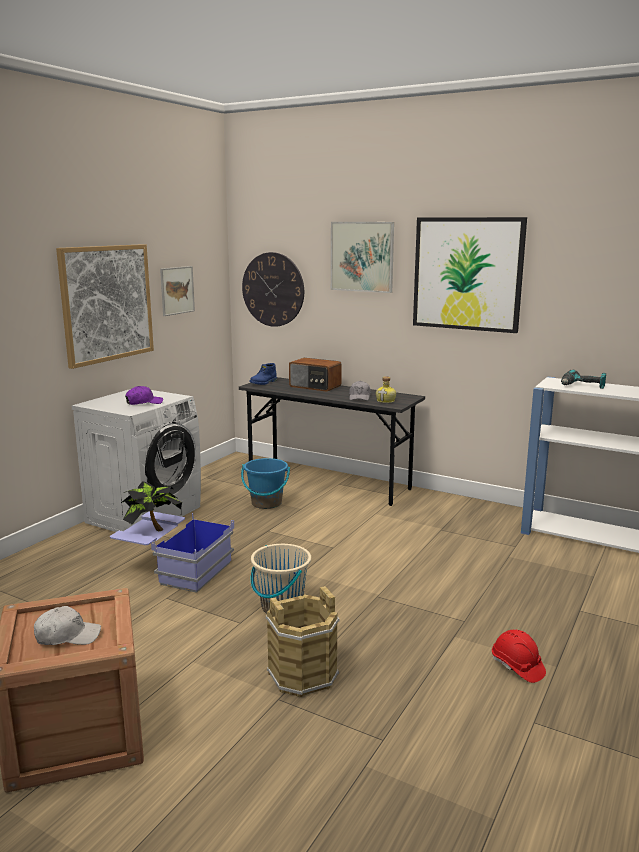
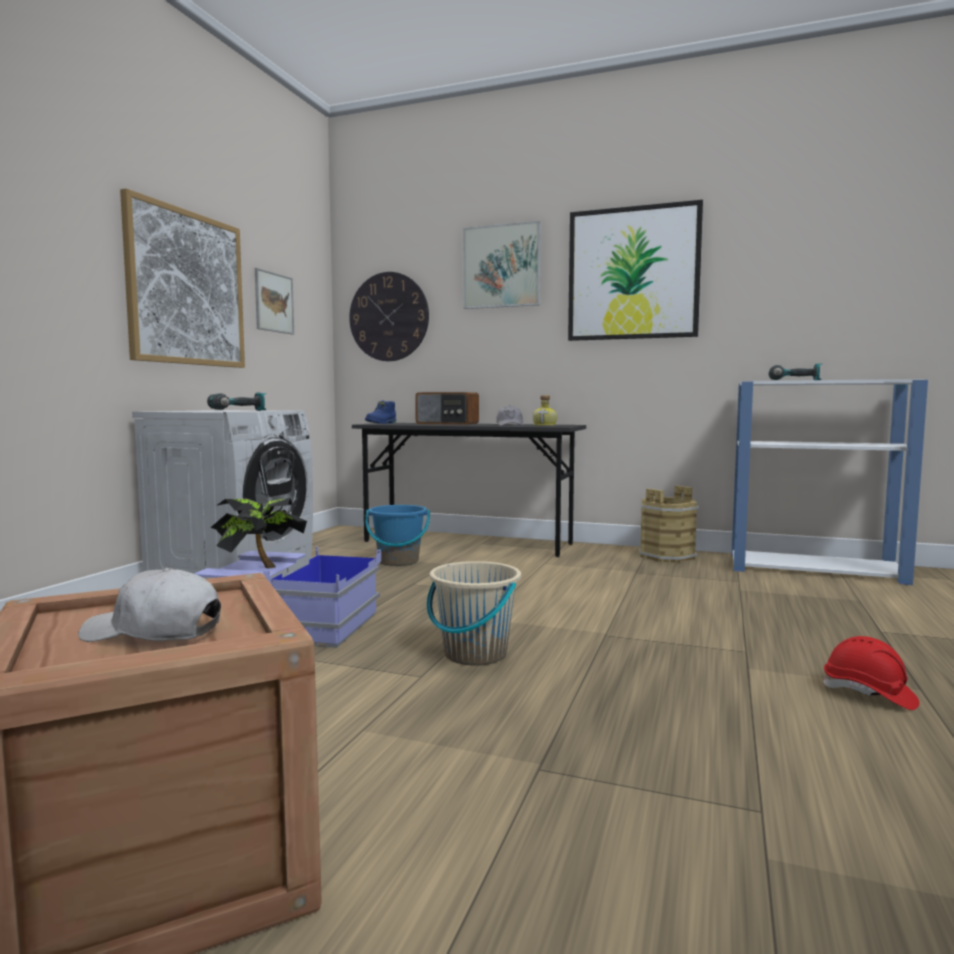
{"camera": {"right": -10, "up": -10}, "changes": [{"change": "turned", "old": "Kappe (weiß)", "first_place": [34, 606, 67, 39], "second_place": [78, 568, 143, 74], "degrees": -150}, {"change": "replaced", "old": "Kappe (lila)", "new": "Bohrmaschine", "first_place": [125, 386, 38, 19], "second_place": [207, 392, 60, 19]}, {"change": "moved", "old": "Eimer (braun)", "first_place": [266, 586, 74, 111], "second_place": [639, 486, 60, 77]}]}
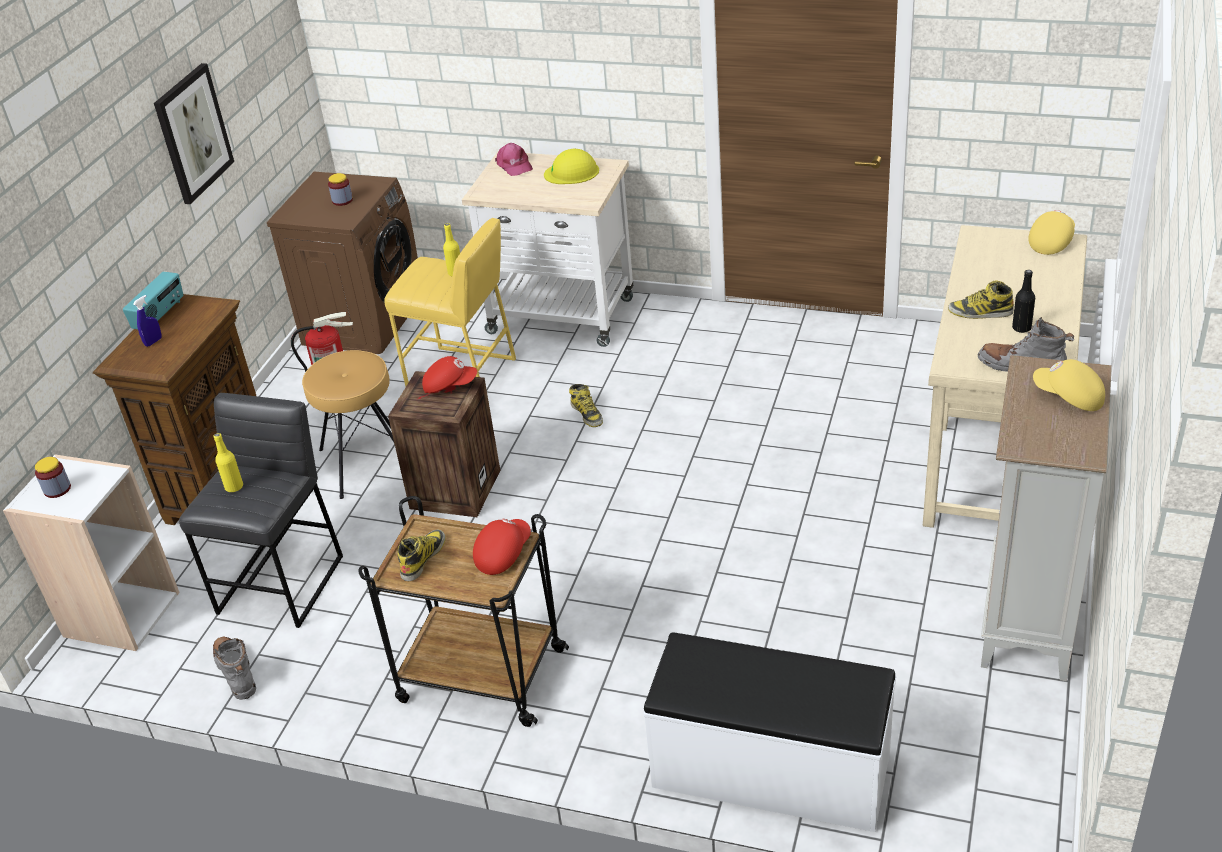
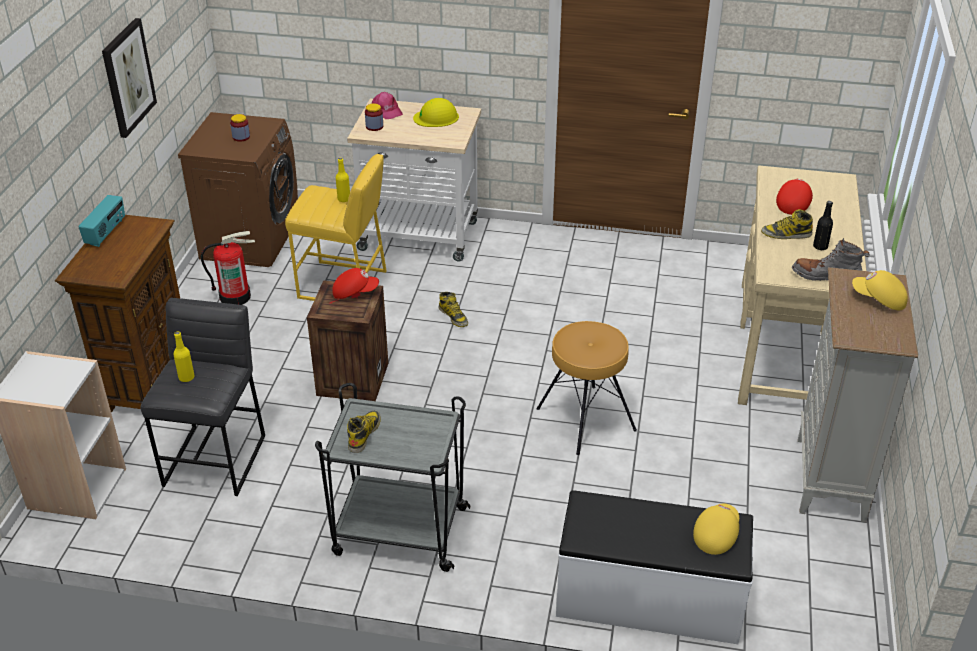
{"camera": {"right": -10, "up": 0}, "changes": [{"change": "moved", "old": "Vorratsglas", "first_place": [35, 457, 36, 41], "second_place": [365, 103, 18, 28]}, {"change": "removed", "old": "Sprühflasche (blau)", "first_place": [133, 295, 29, 52]}, {"change": "removed", "old": "Stiefel (grau)", "first_place": [213, 636, 43, 64]}, {"change": "moved", "old": "Hocker (braun)", "first_place": [302, 350, 92, 149], "second_place": [536, 321, 101, 134]}, {"change": "recoloured", "old": "Rollwagen (braun)", "new": "Rollwagen (grau)", "first_place": [358, 496, 211, 231], "second_place": [315, 383, 155, 189]}, {"change": "moved", "old": "Kappe (rot)", "first_place": [473, 519, 58, 56], "second_place": [776, 179, 37, 36]}, {"change": "moved", "old": "Kappe (gelb)", "first_place": [1029, 210, 46, 45], "second_place": [693, 504, 46, 51]}]}
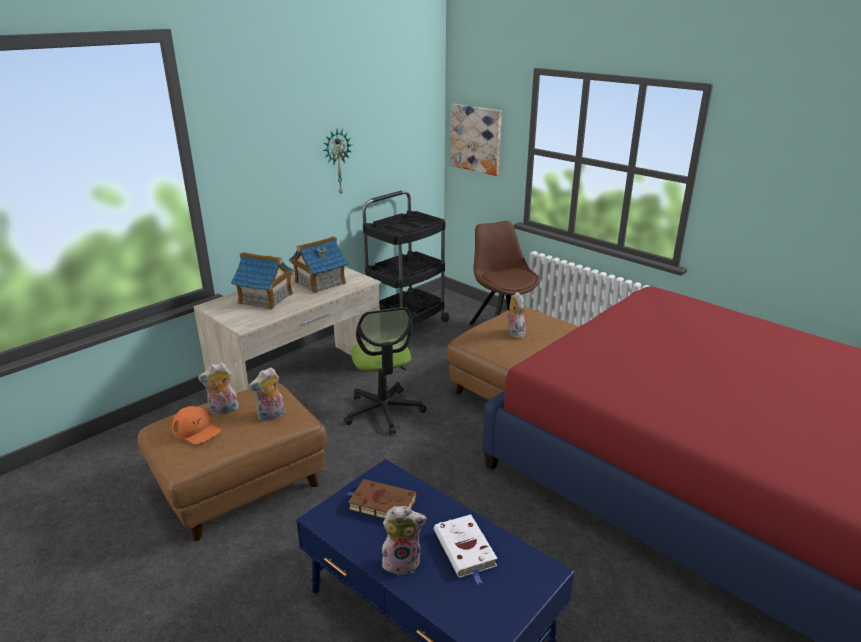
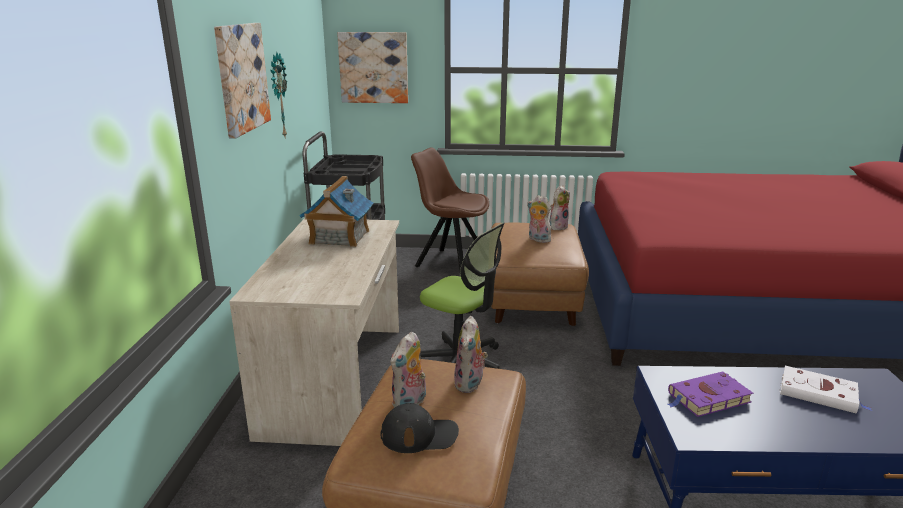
{"camera": {"right": -40, "up": -5}, "changes": [{"change": "recoloured", "old": "Kappe (orange)", "new": "Kappe (schwarz)", "first_place": [172, 406, 49, 38], "second_place": [380, 403, 79, 50]}, {"change": "removed", "old": "Spielzeughaus", "first_place": [231, 252, 63, 58]}, {"change": "recoloured", "old": "Buch (braun)", "new": "Buch (lila)", "first_place": [346, 479, 71, 40], "second_place": [667, 371, 86, 46]}, {"change": "moved", "old": "Plüschtier", "first_place": [380, 506, 47, 70], "second_place": [549, 185, 21, 45]}, {"change": "added", "new": "Bild", "second_place": [214, 23, 57, 116]}]}
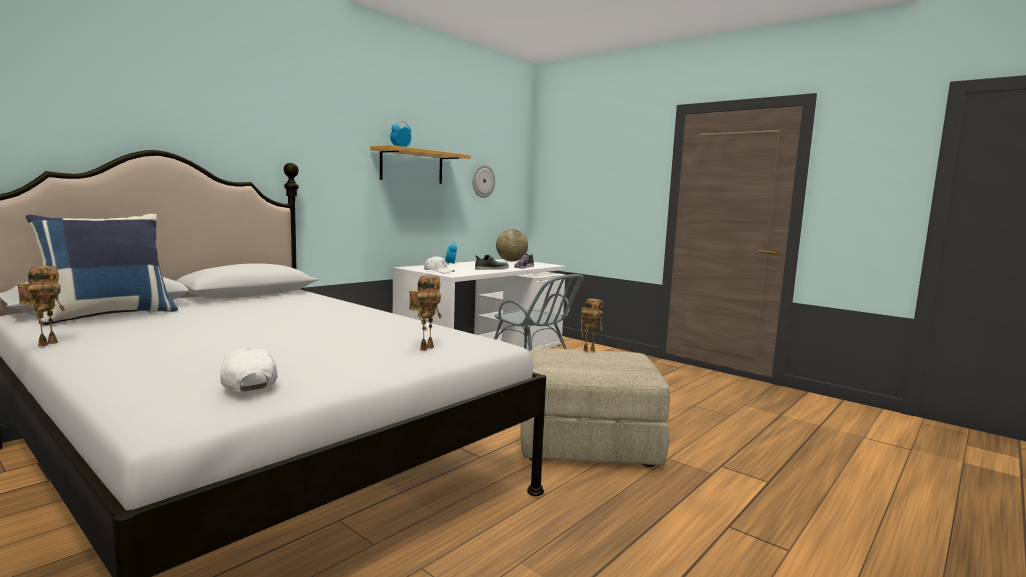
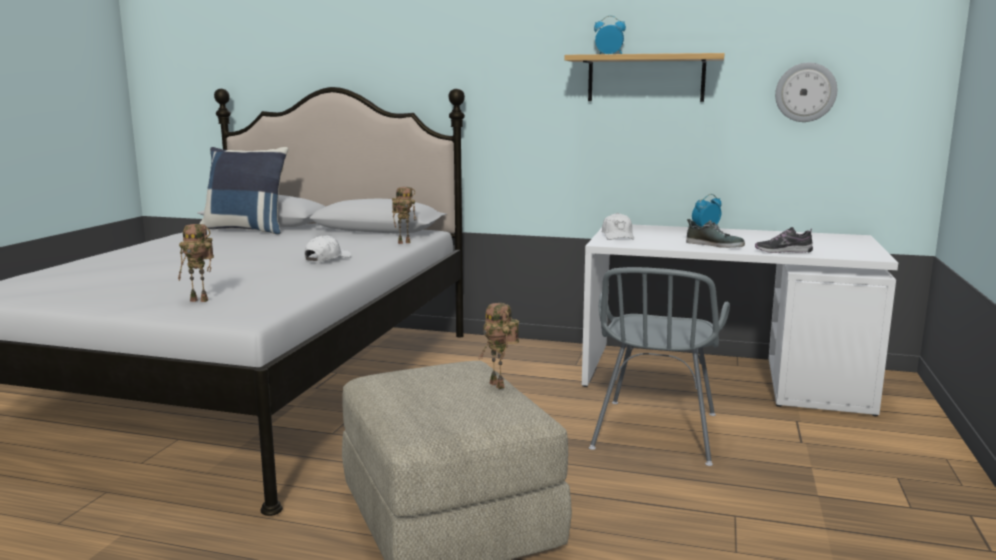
{"camera": {"right": 65, "up": 5}, "changes": [{"change": "moved", "old": "Spielzeugroboter", "first_place": [17, 266, 48, 81], "second_place": [392, 187, 25, 57]}, {"change": "moved", "old": "Kappe (weiß)", "first_place": [220, 347, 58, 45], "second_place": [304, 235, 47, 26]}, {"change": "removed", "old": "Globus", "first_place": [496, 229, 32, 32]}]}
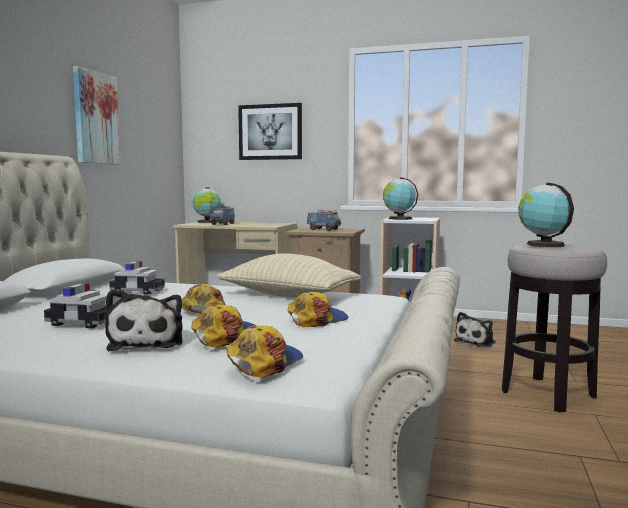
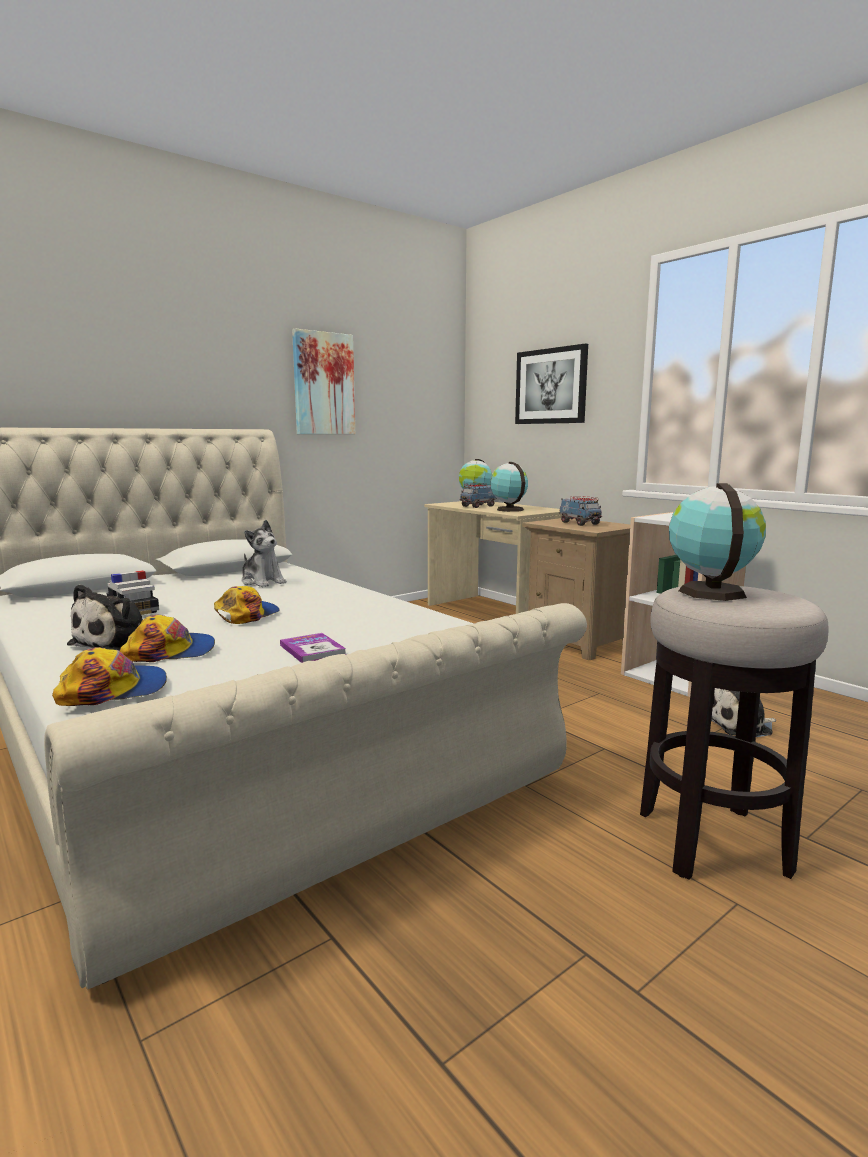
{"camera": {"right": 35, "up": 5}, "changes": [{"change": "replaced", "old": "Spielzeugauto", "new": "Plüschtier", "first_place": [109, 261, 56, 34], "second_place": [241, 520, 46, 67]}, {"change": "removed", "old": "Kissen (beige)", "first_place": [216, 253, 146, 45]}, {"change": "replaced", "old": "Kappe", "new": "Buch", "first_place": [287, 292, 61, 35], "second_place": [280, 633, 66, 30]}, {"change": "moved", "old": "Globus", "first_place": [383, 177, 35, 43], "second_place": [491, 462, 37, 50]}]}
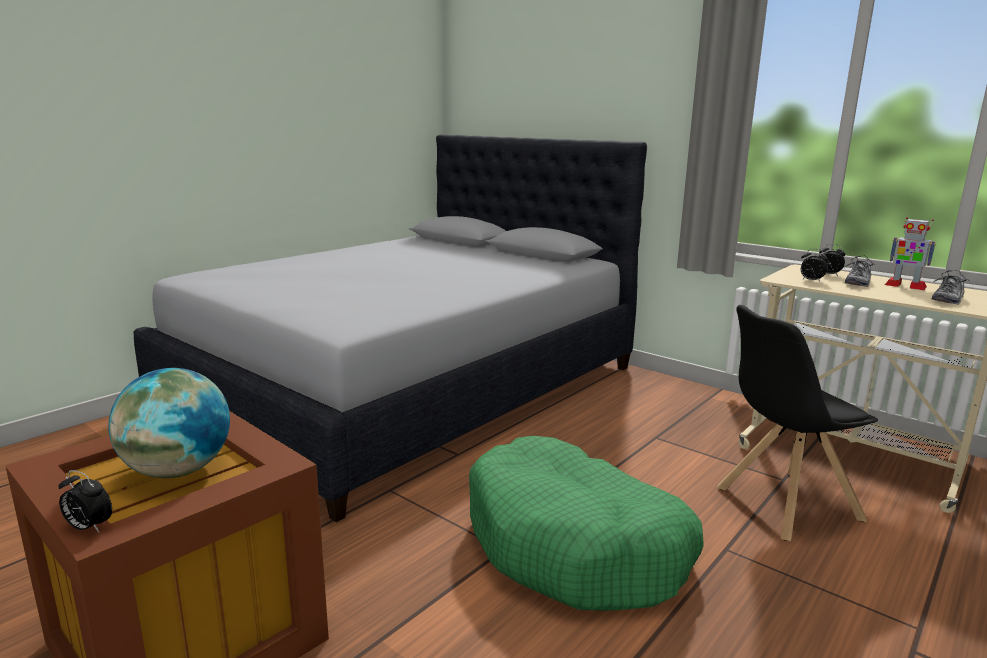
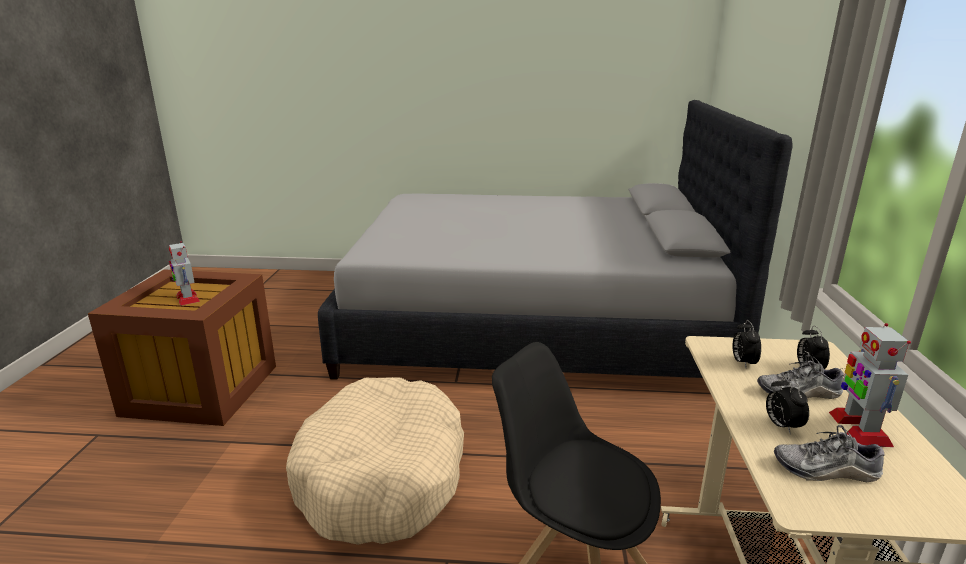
{"camera": {"right": 55, "up": 5}, "changes": [{"change": "moved", "old": "Wecker", "first_place": [58, 470, 54, 62], "second_place": [766, 376, 43, 59]}, {"change": "replaced", "old": "Globus", "new": "Spielzeugroboter", "first_place": [109, 368, 121, 110], "second_place": [169, 241, 31, 65]}, {"change": "recoloured", "old": "Hundebett (grün)", "new": "Hundebett (beige)", "first_place": [469, 436, 235, 175], "second_place": [286, 377, 178, 168]}]}
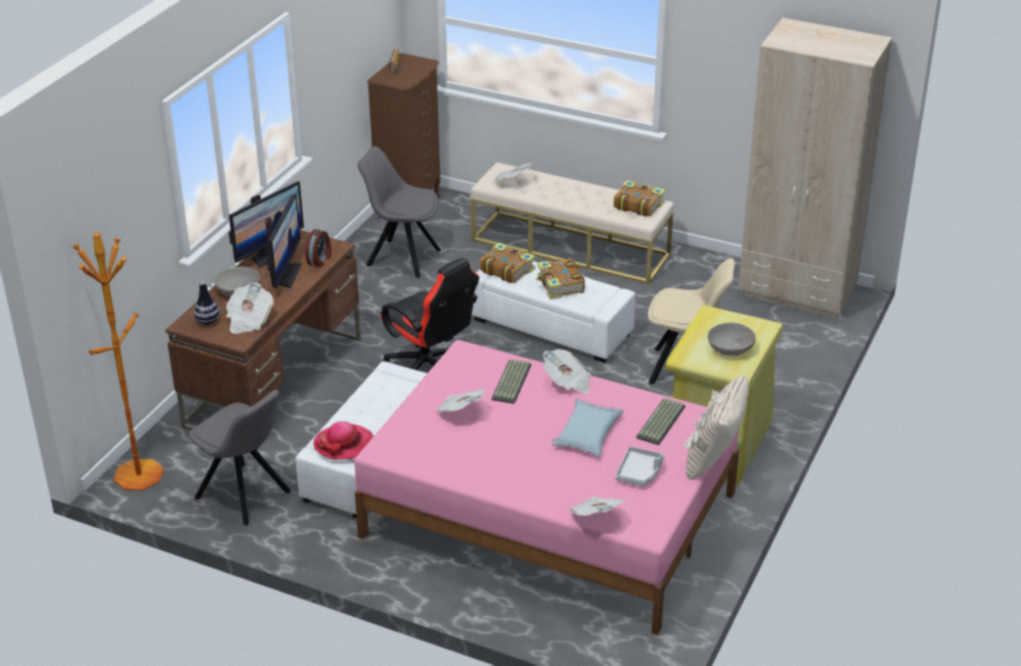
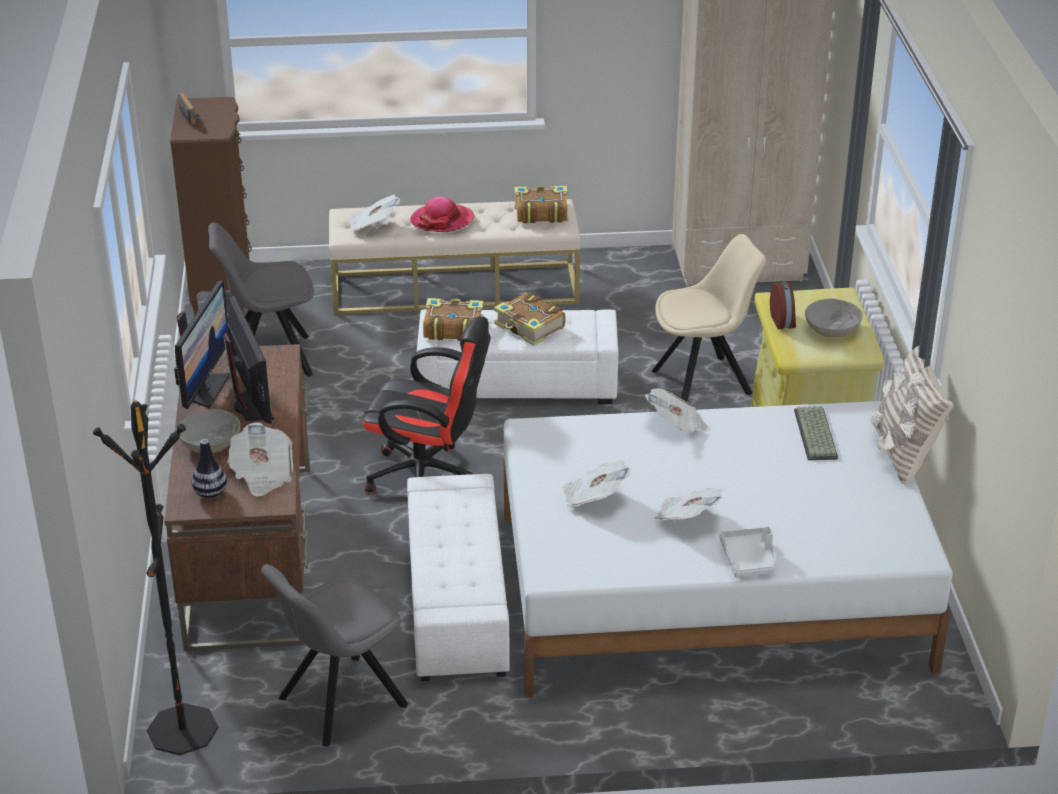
{"camera": {"right": -30, "up": 0}, "changes": [{"change": "recoloured", "old": "Kleiderständer (orange)", "new": "Kleiderständer (schwarz)", "first_place": [73, 232, 91, 259], "second_place": [93, 400, 126, 355]}, {"change": "turned", "old": "Stuhl (grau)", "first_place": [188, 390, 103, 135], "second_place": [261, 564, 147, 183], "degrees": 135}, {"change": "moved", "old": "Wecker", "first_place": [305, 229, 26, 38], "second_place": [770, 281, 26, 48]}, {"change": "moved", "old": "Hut", "first_place": [313, 421, 61, 39], "second_place": [410, 196, 64, 36]}, {"change": "recoloured", "old": "Bett (rosa)", "new": "Bett (weiß)", "first_place": [354, 340, 385, 295], "second_place": [504, 401, 449, 297]}, {"change": "removed", "old": "Tastatur", "first_place": [491, 359, 40, 45]}, {"change": "removed", "old": "Kissen (blau)", "first_place": [552, 398, 72, 58]}, {"change": "moved", "old": "Zeitung", "first_place": [569, 496, 56, 20], "second_place": [655, 488, 68, 32]}, {"change": "moved", "old": "Tablett (grau)", "first_place": [615, 446, 49, 40], "second_place": [720, 526, 55, 51]}]}
